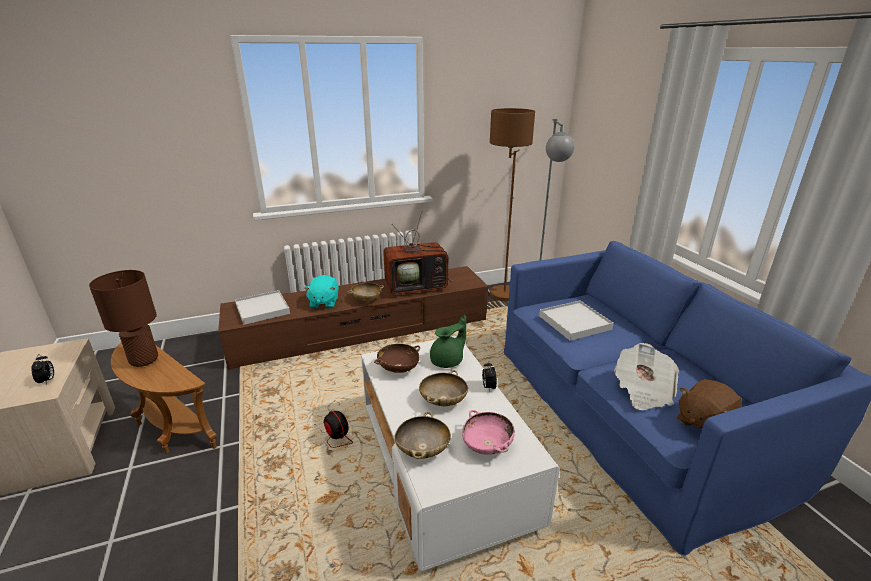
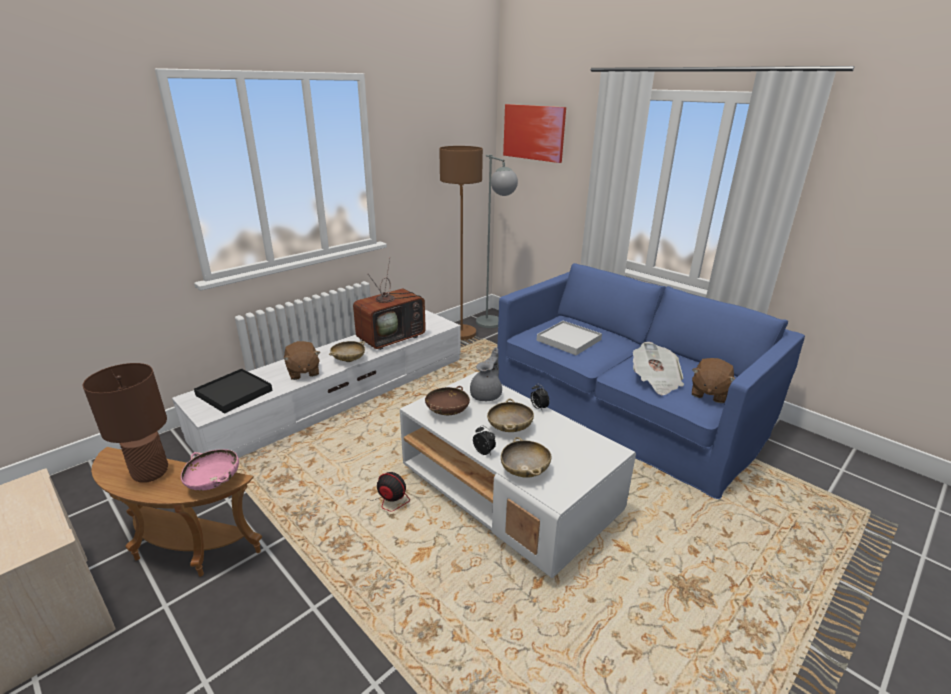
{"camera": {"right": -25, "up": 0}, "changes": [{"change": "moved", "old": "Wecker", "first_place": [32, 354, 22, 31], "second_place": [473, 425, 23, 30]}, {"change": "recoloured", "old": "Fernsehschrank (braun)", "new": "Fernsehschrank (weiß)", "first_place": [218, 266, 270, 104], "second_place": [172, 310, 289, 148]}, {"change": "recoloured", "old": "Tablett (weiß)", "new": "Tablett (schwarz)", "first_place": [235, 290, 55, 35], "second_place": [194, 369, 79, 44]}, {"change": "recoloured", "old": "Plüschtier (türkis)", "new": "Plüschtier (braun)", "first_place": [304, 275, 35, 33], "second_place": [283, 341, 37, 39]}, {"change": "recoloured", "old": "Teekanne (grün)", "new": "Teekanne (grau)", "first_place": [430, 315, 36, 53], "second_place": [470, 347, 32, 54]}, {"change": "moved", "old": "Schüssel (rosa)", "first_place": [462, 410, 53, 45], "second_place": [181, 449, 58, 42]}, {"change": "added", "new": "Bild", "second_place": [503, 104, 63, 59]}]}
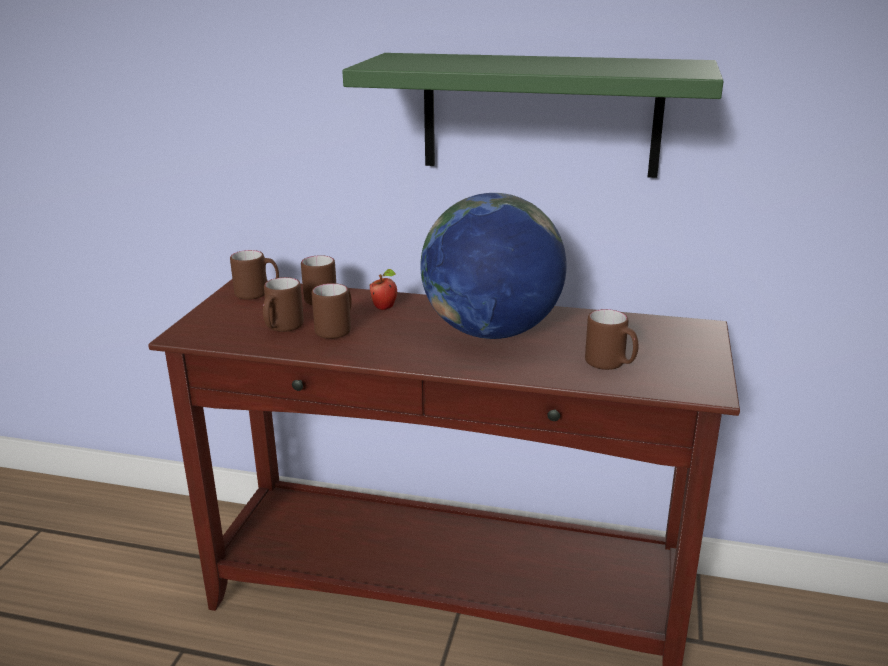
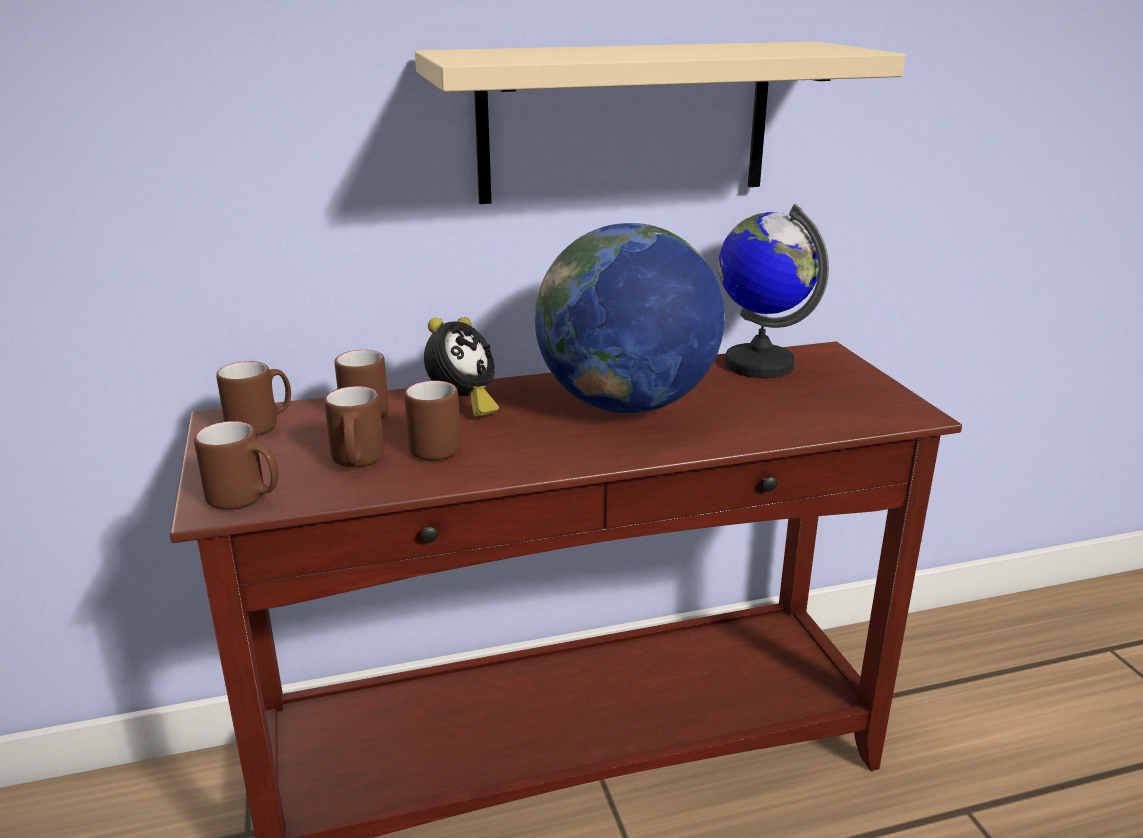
{"camera": {"right": -30, "up": 0}, "changes": [{"change": "recoloured", "old": "Wandregal (grün)", "new": "Wandregal (beige)", "first_place": [342, 53, 382, 125], "second_place": [415, 42, 490, 162]}, {"change": "replaced", "old": "Apfel", "new": "Wecker", "first_place": [369, 269, 28, 41], "second_place": [424, 317, 75, 100]}, {"change": "moved", "old": "Henkelbecher (braun)", "first_place": [585, 309, 53, 61], "second_place": [194, 421, 84, 89]}, {"change": "added", "new": "Globus", "second_place": [718, 204, 111, 174]}]}
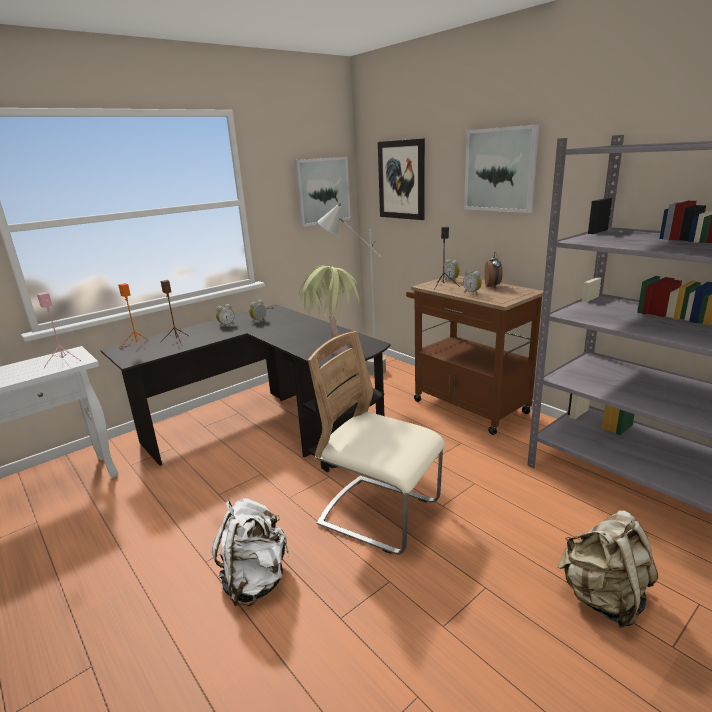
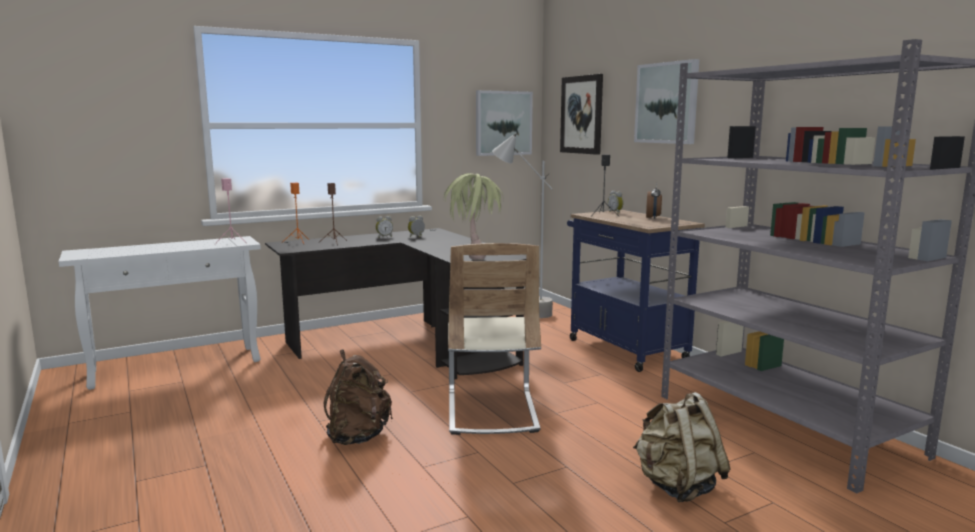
{"camera": {"right": 10, "up": -10}, "changes": [{"change": "recoloured", "old": "Rucksack (weiß)", "new": "Rucksack (braun)", "first_place": [212, 498, 77, 108], "second_place": [324, 349, 69, 96]}, {"change": "turned", "old": "Stuhl (beige)", "first_place": [308, 331, 137, 224], "second_place": [448, 243, 93, 192], "degrees": -135}, {"change": "recoloured", "old": "Rollwagen (braun)", "new": "Rollwagen (blau)", "first_place": [406, 276, 137, 159], "second_place": [567, 210, 138, 162]}, {"change": "removed", "old": "Wecker", "first_place": [463, 270, 19, 25]}]}
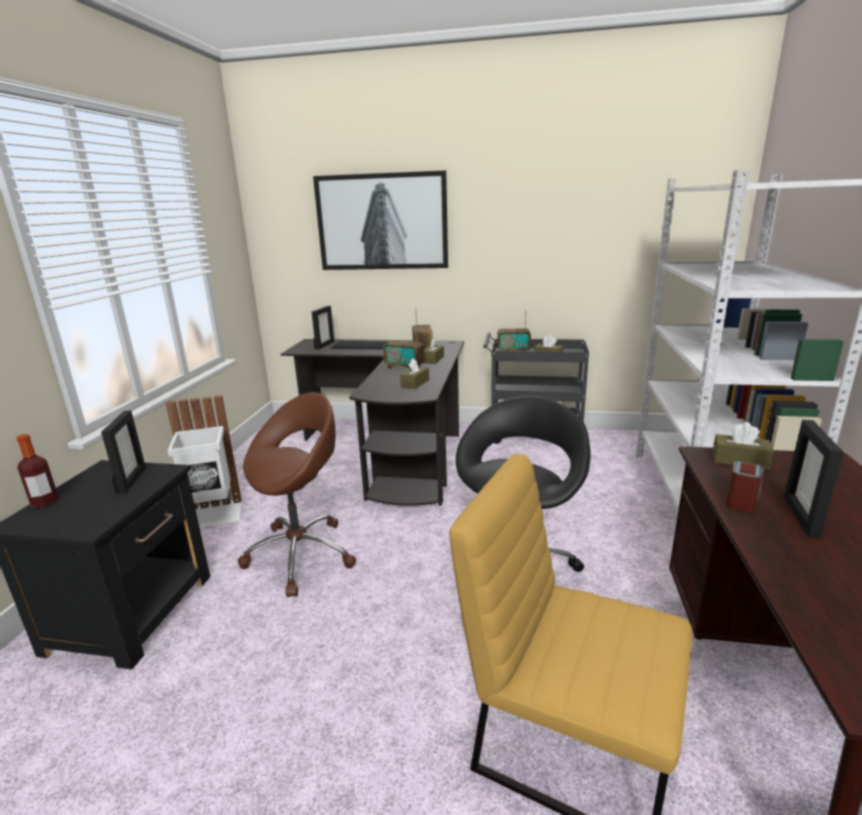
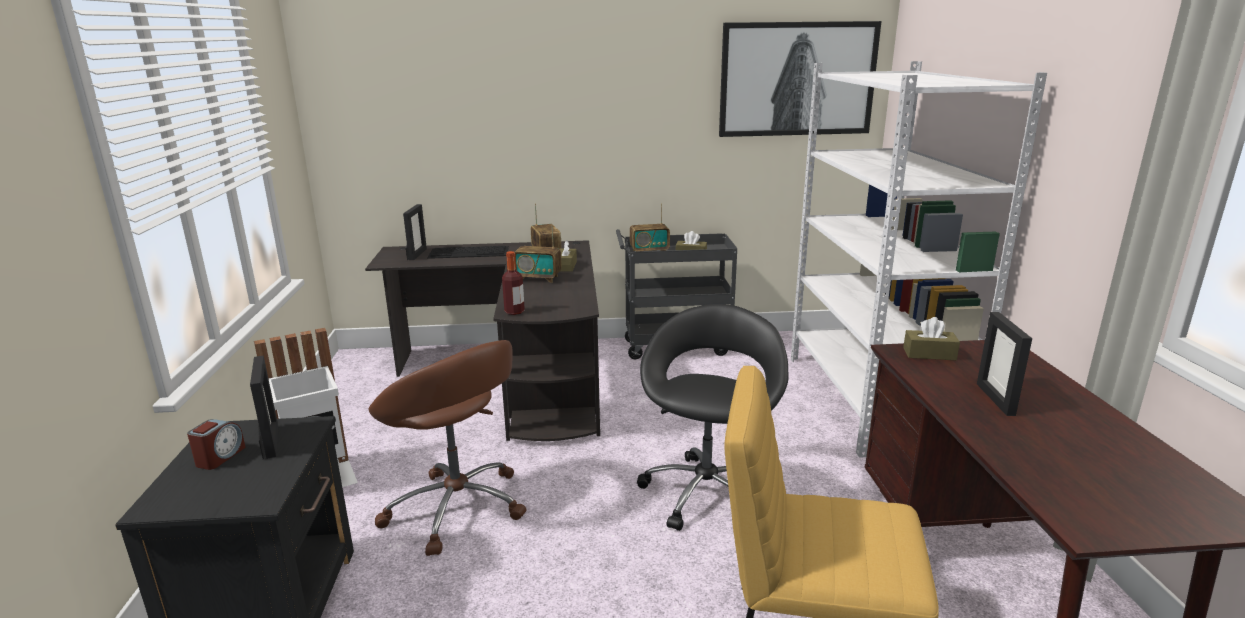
{"camera": {"right": -15, "up": 0}, "changes": [{"change": "moved", "old": "Flasche", "first_place": [17, 434, 42, 74], "second_place": [502, 251, 23, 64]}, {"change": "turned", "old": "Bürostuhl (braun)", "first_place": [238, 392, 118, 205], "second_place": [369, 340, 158, 216], "degrees": 90}, {"change": "moved", "old": "Bild", "first_place": [313, 170, 135, 100], "second_place": [719, 21, 162, 116]}, {"change": "removed", "old": "Taschentuchbox (braun)", "first_place": [400, 358, 29, 31]}, {"change": "moved", "old": "Wecker", "first_place": [726, 461, 37, 52], "second_place": [187, 419, 59, 51]}]}
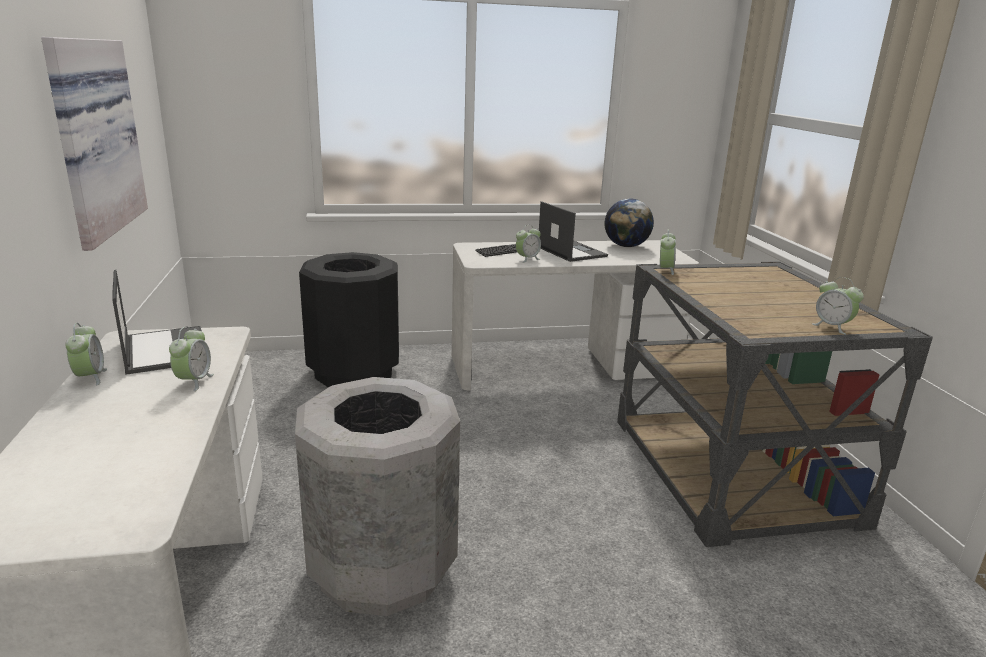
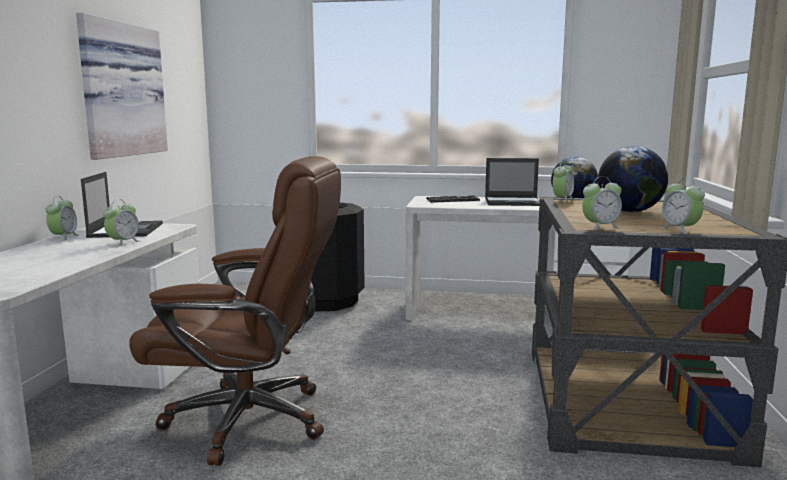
{"camera": {"right": 20, "up": -10}, "changes": [{"change": "replaced", "old": "Mülleimer (grau)", "new": "Bürostuhl (braun)", "first_place": [295, 377, 165, 239], "second_place": [129, 156, 212, 310]}, {"change": "moved", "old": "Wecker", "first_place": [516, 225, 25, 38], "second_place": [582, 177, 40, 53]}, {"change": "turned", "old": "Laptop", "first_place": [539, 201, 69, 61], "second_place": [485, 158, 55, 48], "degrees": 105}, {"change": "added", "new": "Globus", "second_place": [598, 146, 70, 66]}]}
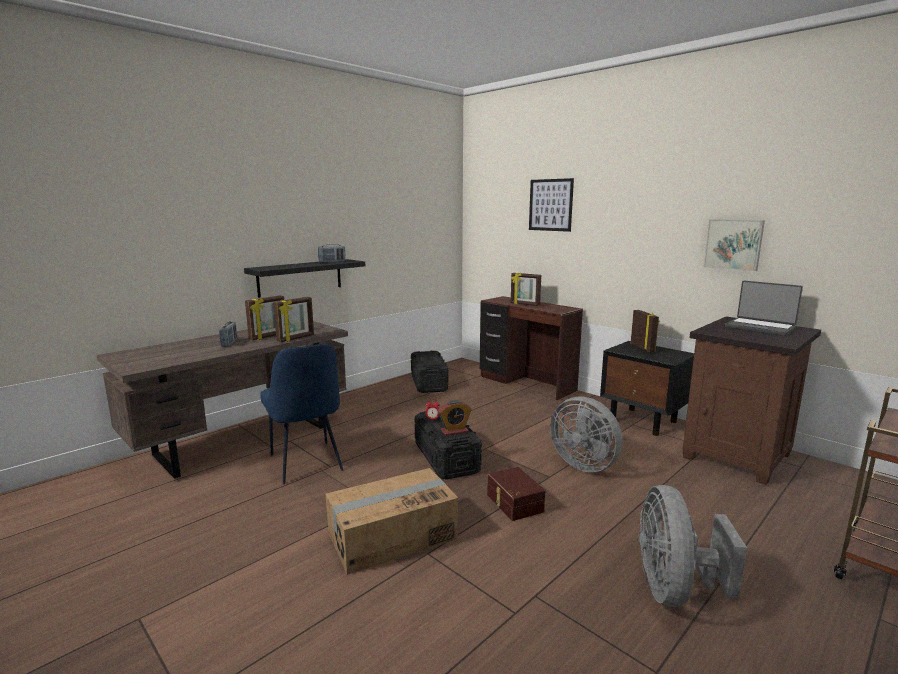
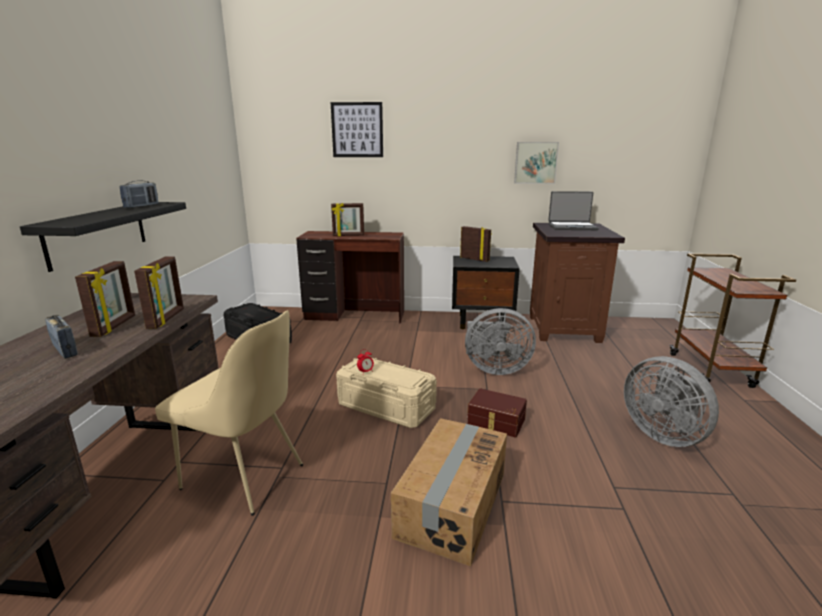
{"camera": {"right": -40, "up": 5}, "changes": [{"change": "recoloured", "old": "Stuhl (blau)", "new": "Stuhl (beige)", "first_place": [260, 343, 83, 141], "second_place": [155, 310, 148, 206]}, {"change": "recoloured", "old": "Aufbewahrungsbox (schwarz)", "new": "Aufbewahrungsbox (beige)", "first_place": [414, 411, 68, 68], "second_place": [336, 358, 101, 70]}, {"change": "removed", "old": "Wecker", "first_place": [438, 400, 33, 36]}]}
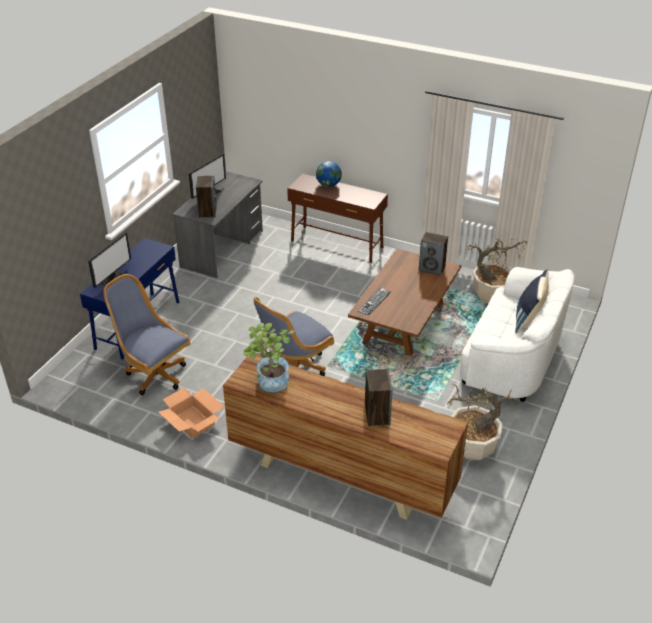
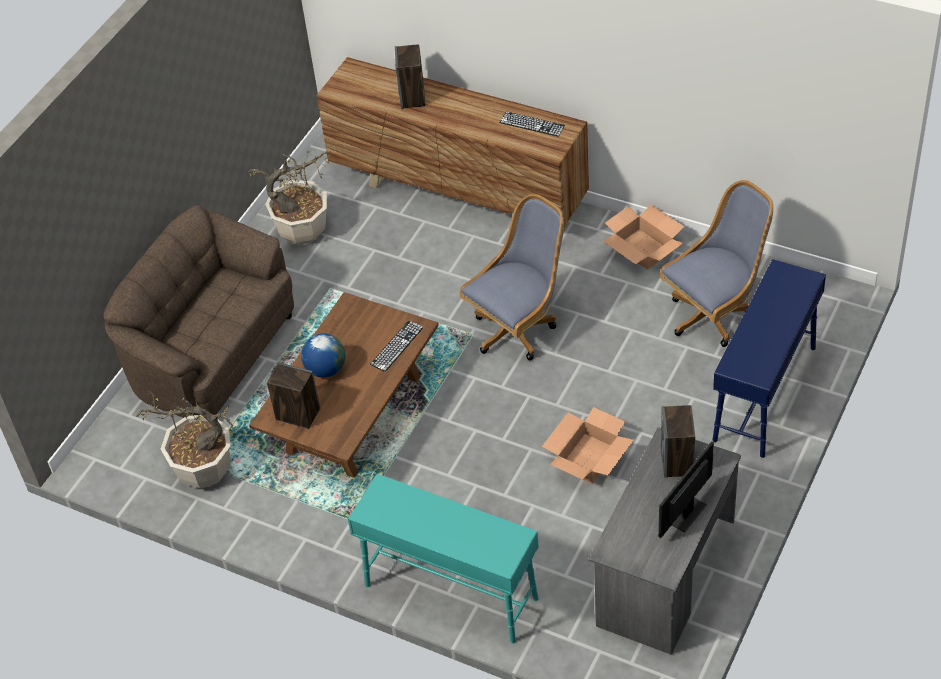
{"camera": {"right": -175, "up": 10}, "changes": [{"change": "removed", "old": "Monitor", "first_place": [88, 232, 43, 56]}, {"change": "turned", "old": "Bürostuhl (blau)", "first_place": [103, 274, 87, 121], "second_place": [660, 180, 113, 167], "degrees": -75}, {"change": "replaced", "old": "Topfpflanze", "new": "Tastatur", "first_place": [243, 323, 51, 69], "second_place": [499, 112, 66, 25]}, {"change": "recoloured", "old": "Konsolentisch (braun)", "new": "Konsolentisch (türkis)", "first_place": [287, 174, 101, 89], "second_place": [348, 474, 191, 169]}, {"change": "moved", "old": "Globus", "first_place": [316, 161, 26, 26], "second_place": [301, 333, 44, 45]}, {"change": "recoloured", "old": "Sofa (weiß)", "new": "Sofa (braun)", "first_place": [460, 267, 114, 135], "second_place": [104, 205, 190, 213]}, {"change": "removed", "old": "Kissen (blau)", "first_place": [515, 269, 34, 64]}, {"change": "added", "new": "Karton", "second_place": [542, 407, 92, 77]}]}
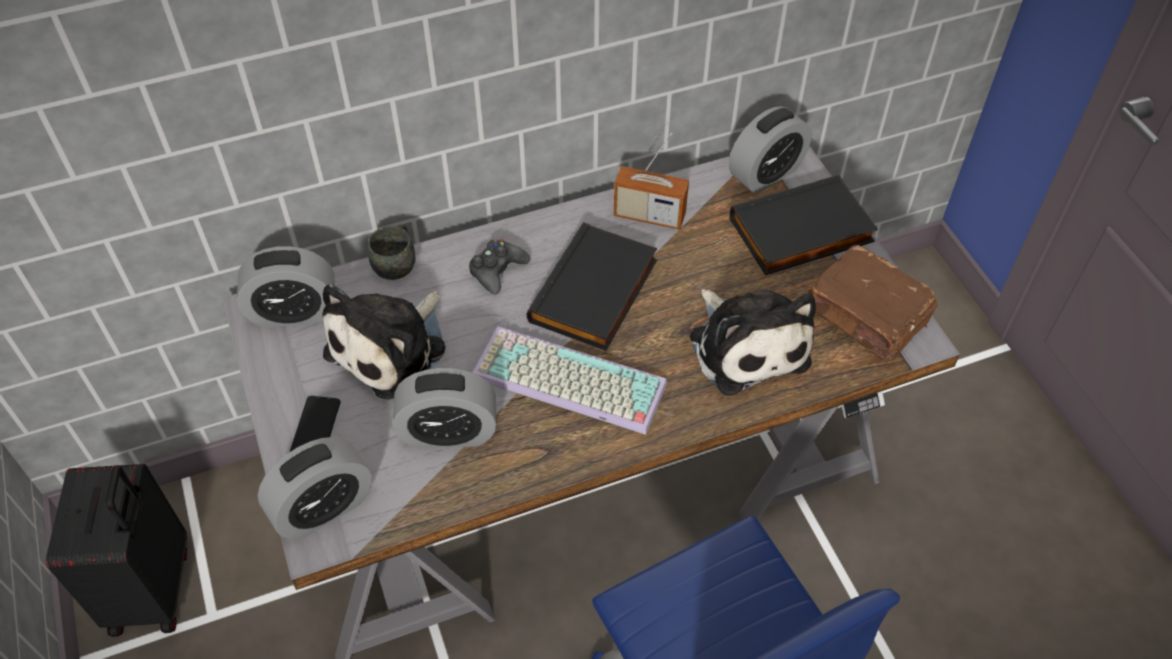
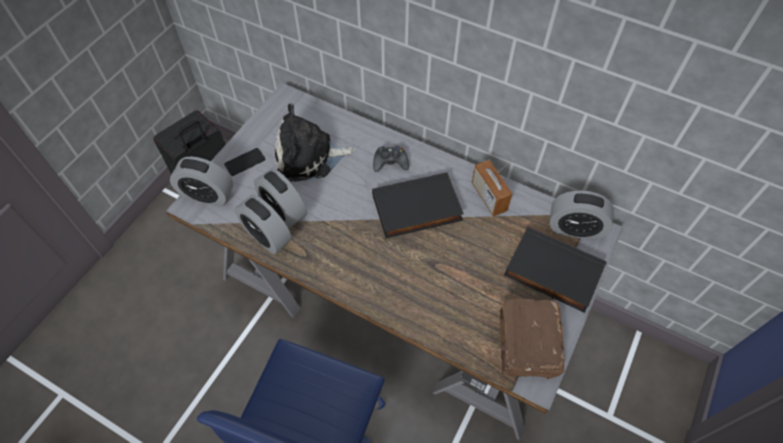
{"camera": {"right": 50, "up": 5}, "changes": [{"change": "moved", "old": "Wecker", "first_place": [237, 246, 98, 82], "second_place": [234, 195, 58, 59]}, {"change": "removed", "old": "Henkelbecher (grau)", "first_place": [367, 225, 49, 55]}, {"change": "removed", "old": "Tastatur", "first_place": [473, 326, 194, 109]}, {"change": "removed", "old": "Plüschtier", "first_place": [690, 289, 126, 107]}]}
